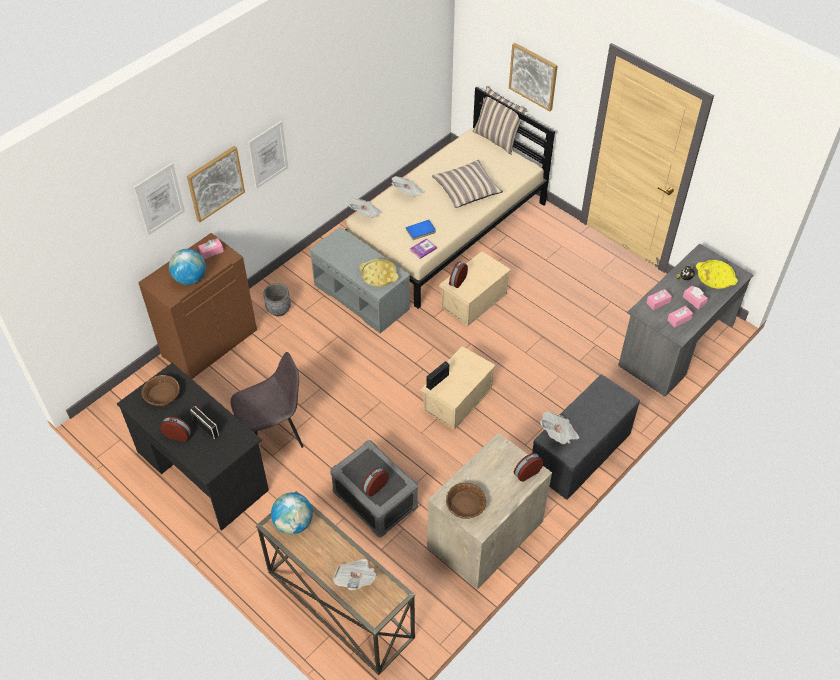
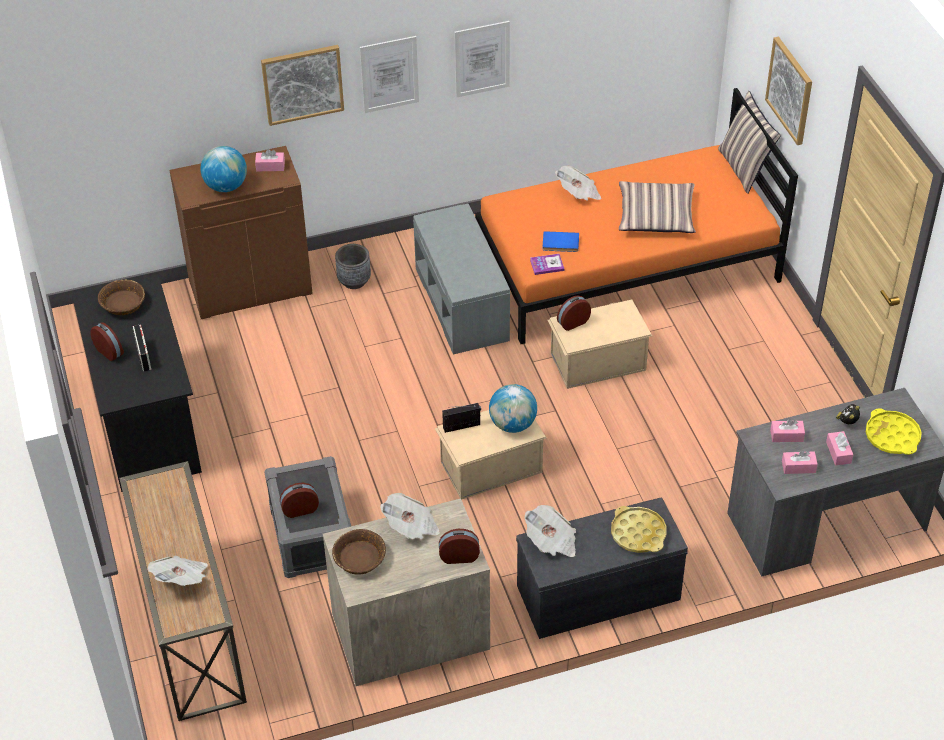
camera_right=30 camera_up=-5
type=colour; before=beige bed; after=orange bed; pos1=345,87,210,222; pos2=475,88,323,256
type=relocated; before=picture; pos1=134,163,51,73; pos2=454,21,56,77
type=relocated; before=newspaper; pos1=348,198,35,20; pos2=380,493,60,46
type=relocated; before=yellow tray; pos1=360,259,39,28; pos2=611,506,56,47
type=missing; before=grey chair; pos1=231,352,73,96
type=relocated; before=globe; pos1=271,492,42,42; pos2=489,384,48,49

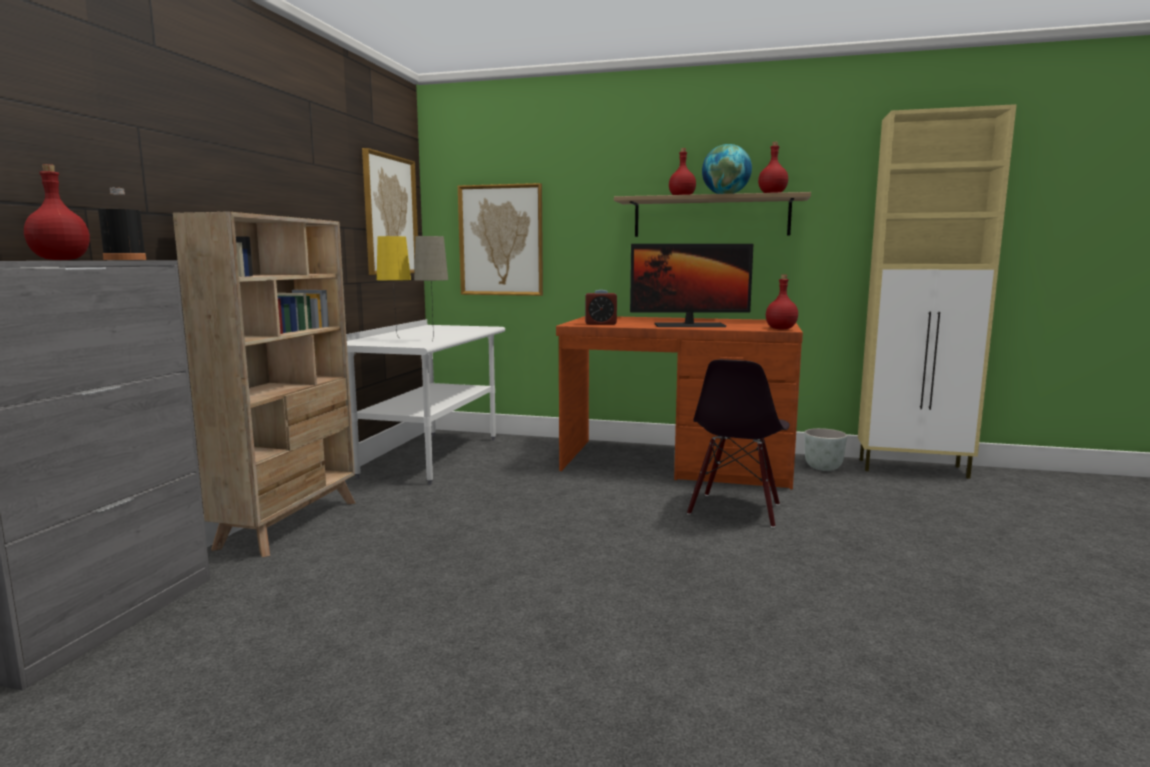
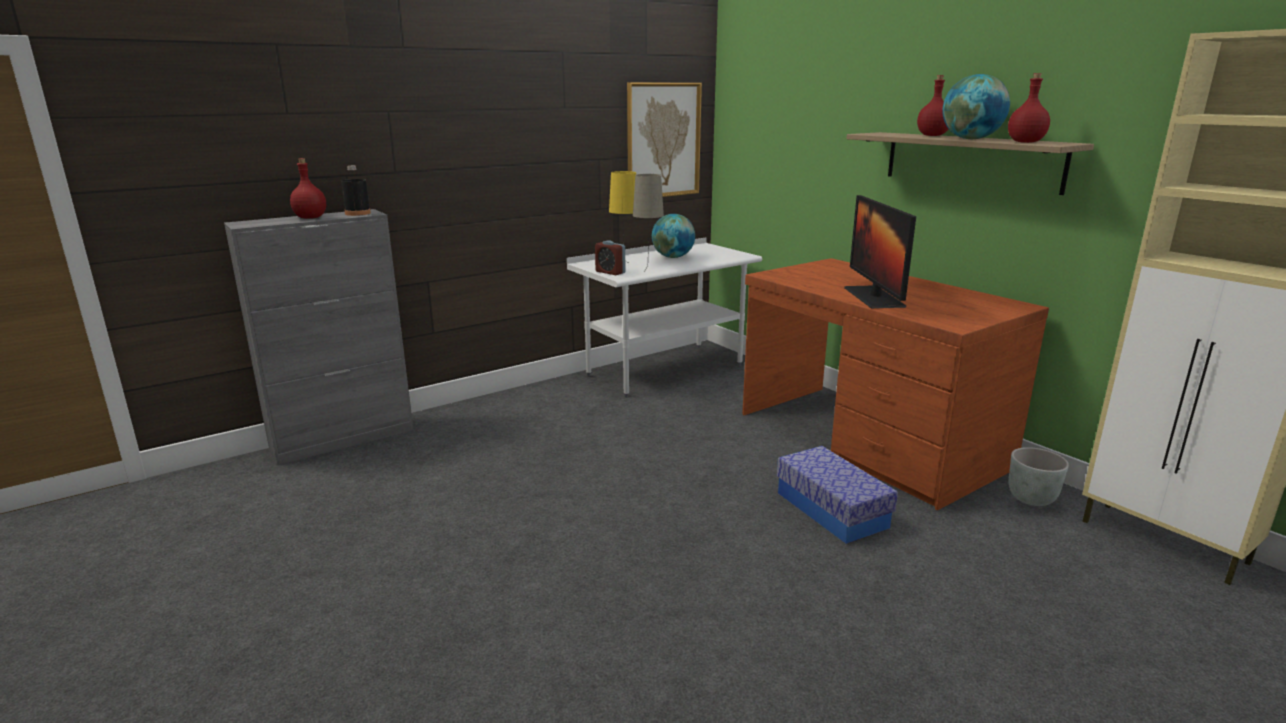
camera_right=40 camera_up=10
type=missing; before=picture; pos1=458,183,85,113
type=missing; before=beige bookcase; pos1=173,212,182,345
type=spun; before=monitor; pos1=630,244,123,83; pos2=844,195,72,113; turn=45
type=missing; before=red bottle; pos1=766,275,32,55
type=relocated; before=alarm clock; pos1=585,290,32,35; pos2=595,240,30,35
type=exchanged; before=black chair; after=storage box; pos1=687,359,103,169; pos2=777,446,121,98
type=appeared; after=globe; pos2=652,214,43,44

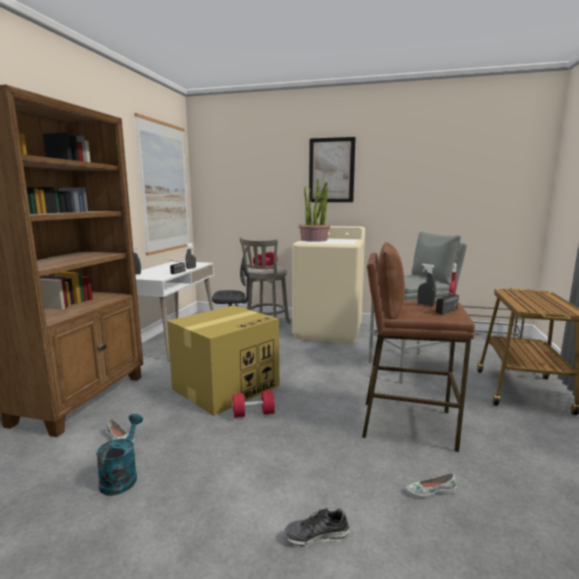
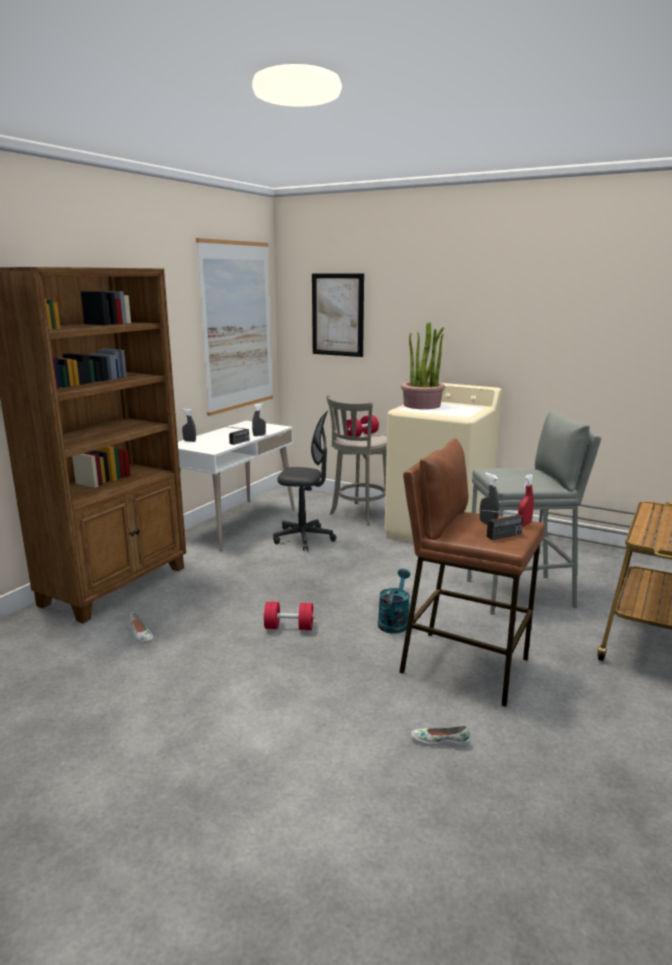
camera_right=15 camera_up=5
type=relocated; before=picture; pos1=309,137,47,65; pos2=312,273,52,84
type=missing; before=cardboard box; pos1=167,305,112,111
type=relocated; before=turquoise watering can; pos1=96,414,47,82; pos2=378,569,32,65
type=missing; before=shoe; pos1=284,508,66,39

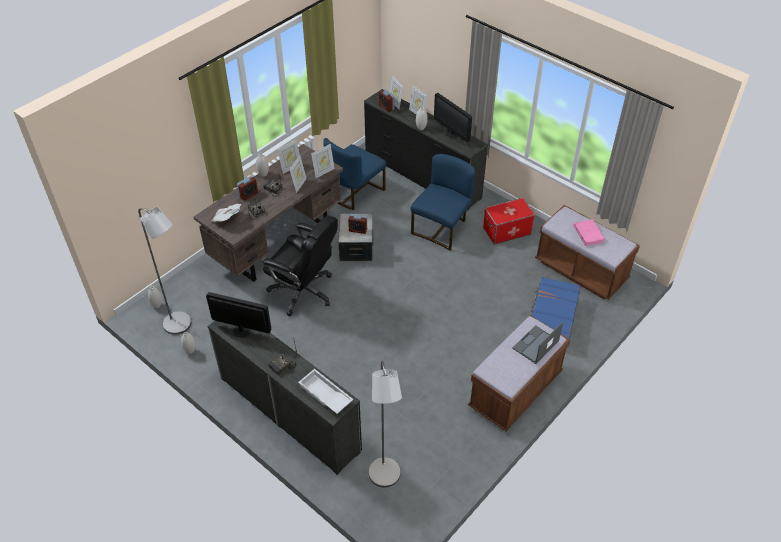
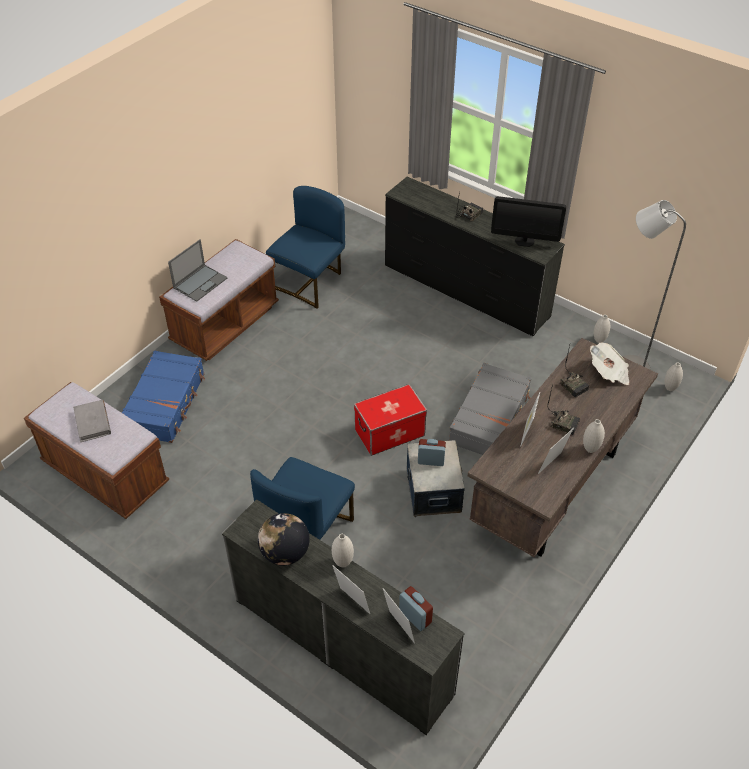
camera_right=175 camera_up=0
type=exchanged; before=monitor; after=globe; pos1=434,93,38,49; pos2=258,513,52,52
type=relocated; before=blue chair; pos1=324,138,62,72; pos2=266,186,79,122
type=missing; before=picture frame; pos1=311,144,24,34
type=missing; before=alarm clock; pos1=237,176,21,24
type=relocated; before=storage box; pos1=483,198,52,46; pos2=354,384,73,72
type=exchanged; before=black office chair; after=grey suitcase; pos1=263,215,75,101; pos2=449,363,82,92
type=colour; before=pink book; after=grey book; pos1=573,219,32,27; pos2=73,400,38,42
type=missing; before=grey floor lamp; pos1=368,361,34,126
type=missing; before=white tray; pos1=298,369,55,45

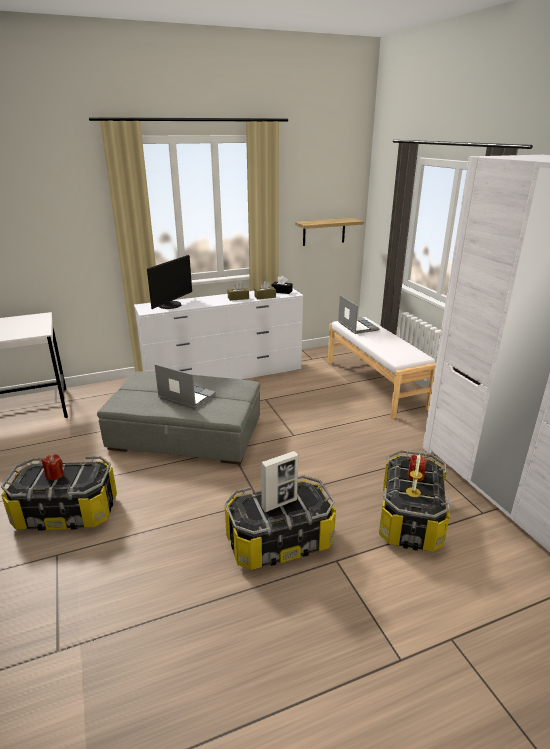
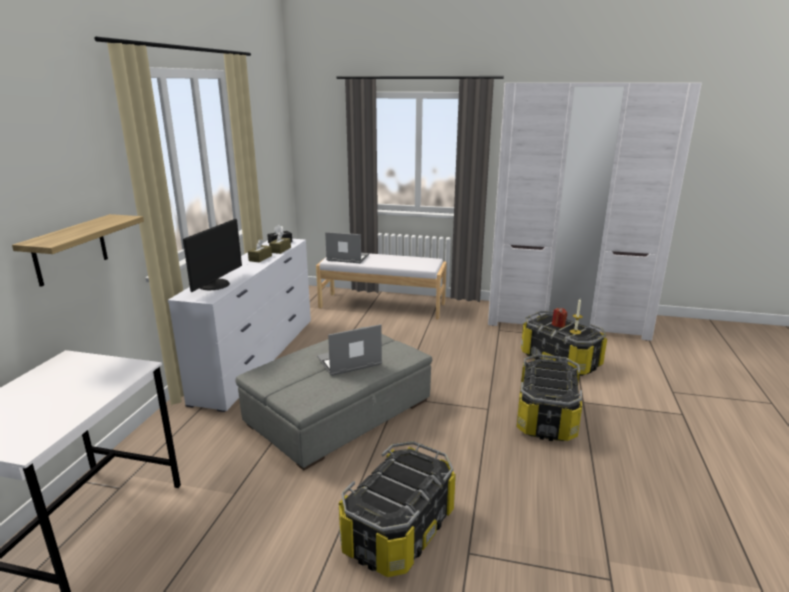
camera_right=-55 camera_up=-5
type=relocated; before=shelf; pos1=295,218,69,28; pos2=12,214,132,73
type=spun; before=monitor; pos1=147,255,45,54; pos2=183,219,59,73; turn=45
type=missing; before=picture frame; pos1=261,451,37,61
type=missing; before=red candle; pos1=42,454,22,26

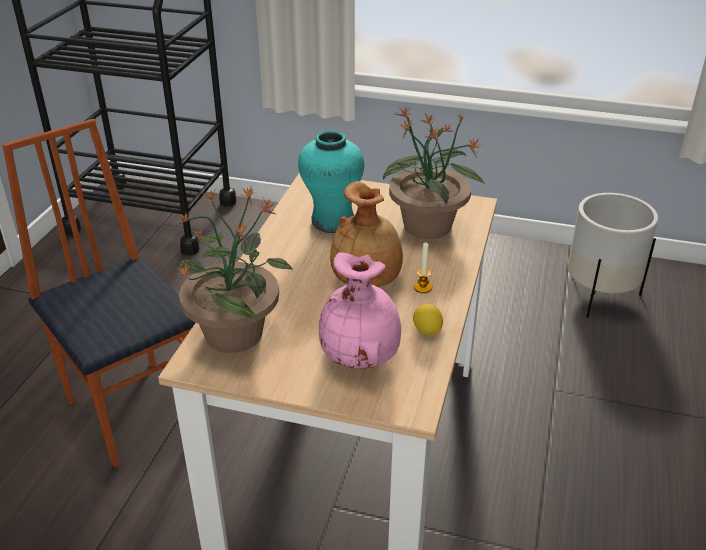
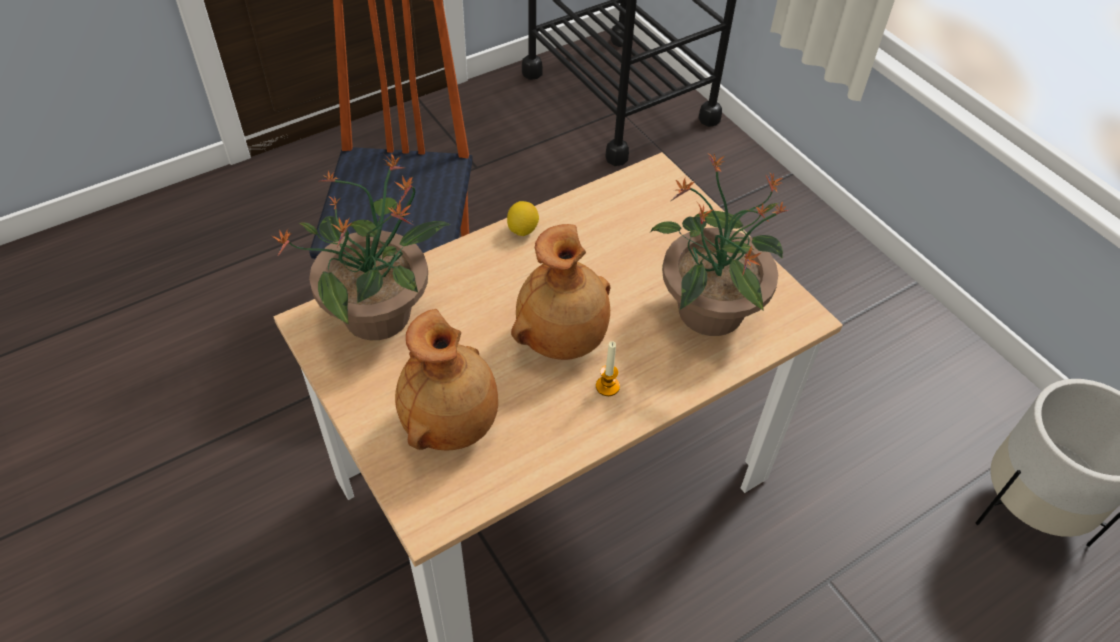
camera_right=40 camera_up=15
type=missing; before=turquoise vase; pos1=298,131,66,102
type=colour; before=pink vase; after=brown vase; pos1=319,252,82,117; pos2=395,309,103,141
type=relocated; before=lemon; pos1=413,304,30,32; pos2=507,201,32,35

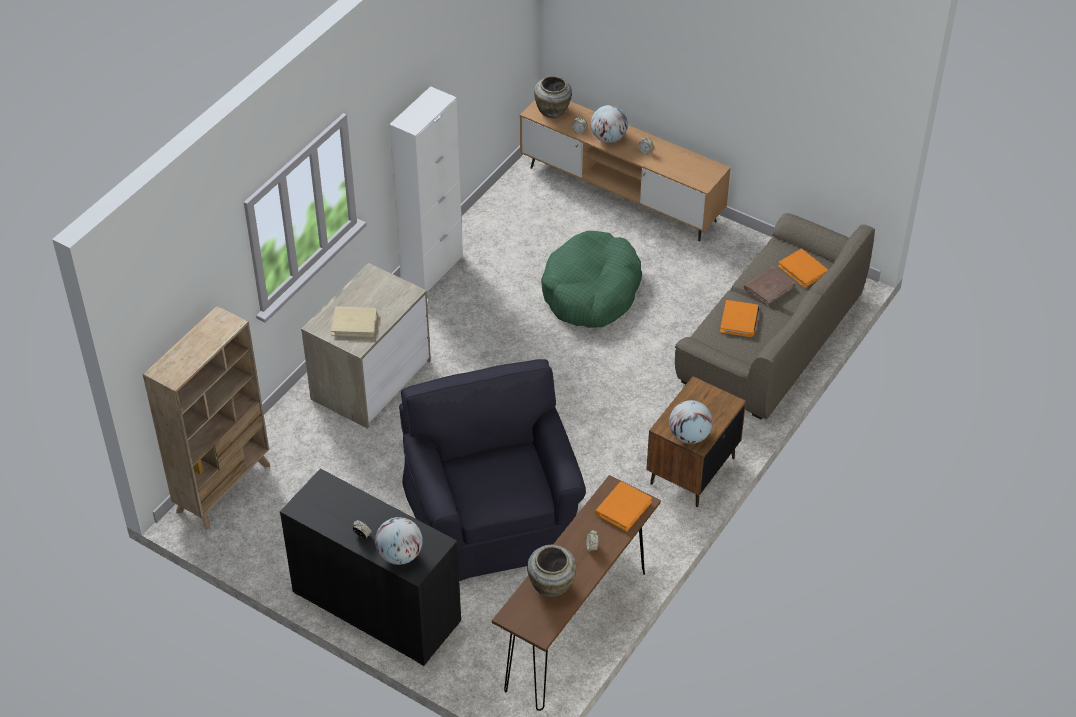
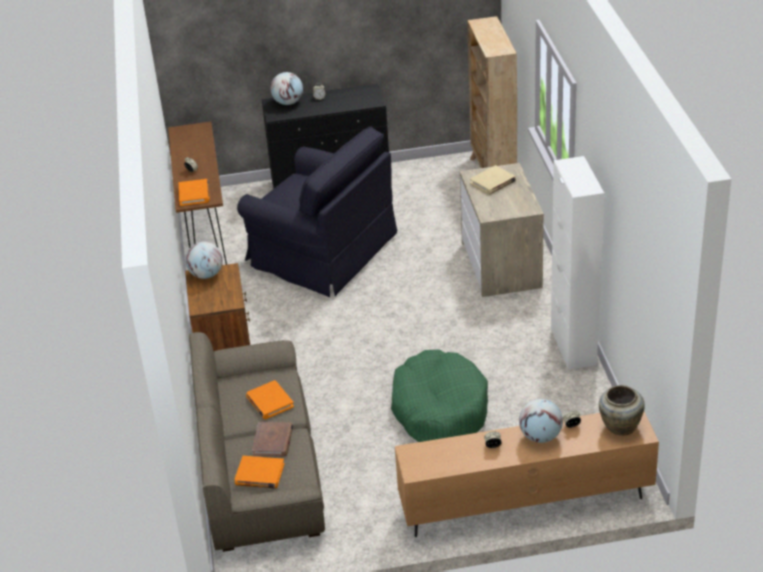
camera_right=140 camera_up=-10
type=missing; before=beige vase; pos1=527,545,49,52

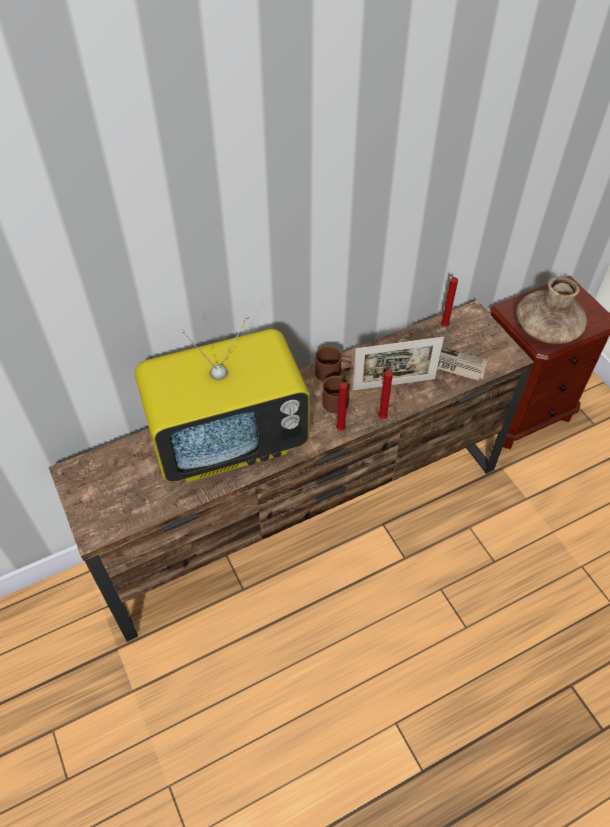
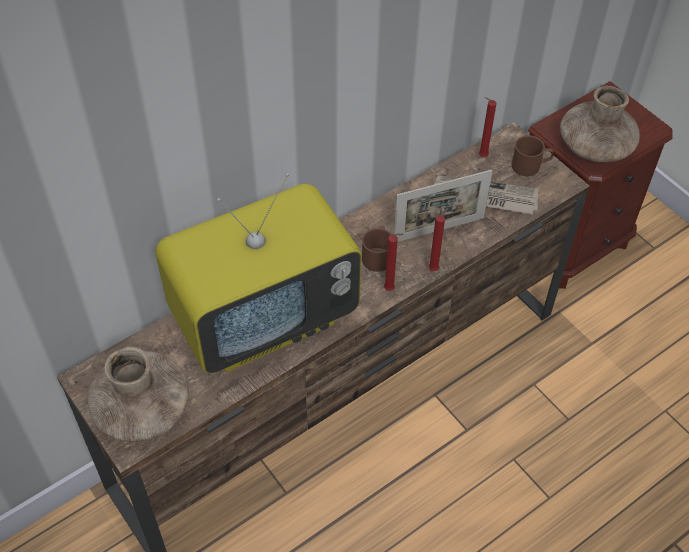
camera_right=-10 camera_up=0
type=relocated; before=brown mug; pos1=315,346,36,36; pos2=512,135,42,41
type=appeared; after=brown vase; pos2=88,347,101,95

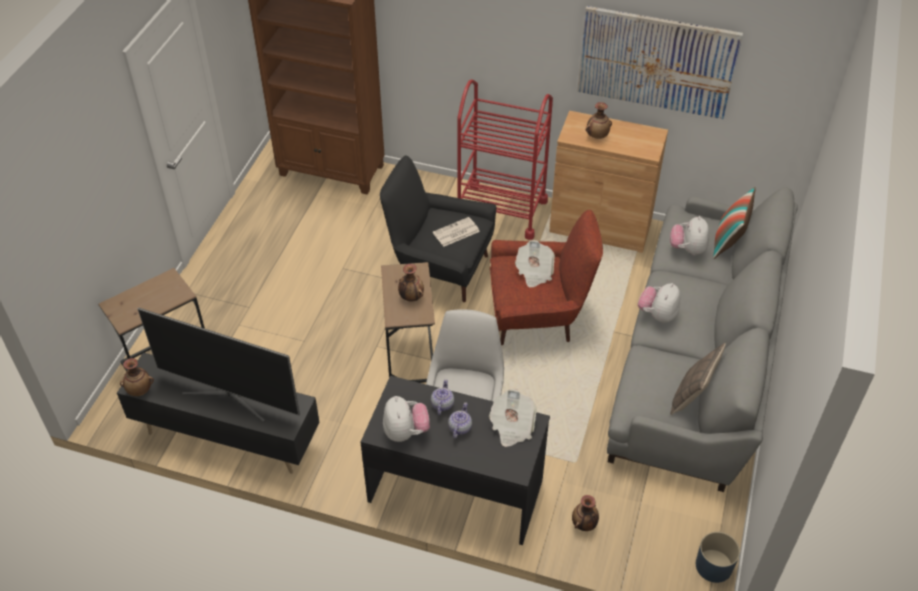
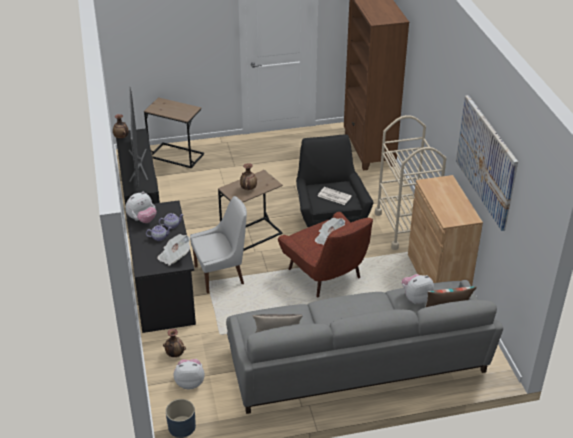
camera_right=60 camera_up=-10
type=colour; before=red cart; after=beige cart; pos1=457,79,96,161; pos2=375,115,71,135
type=missing; before=vase; pos1=586,102,26,37
type=relocated; before=plush toy; pos1=638,283,43,40; pos2=174,359,31,31

